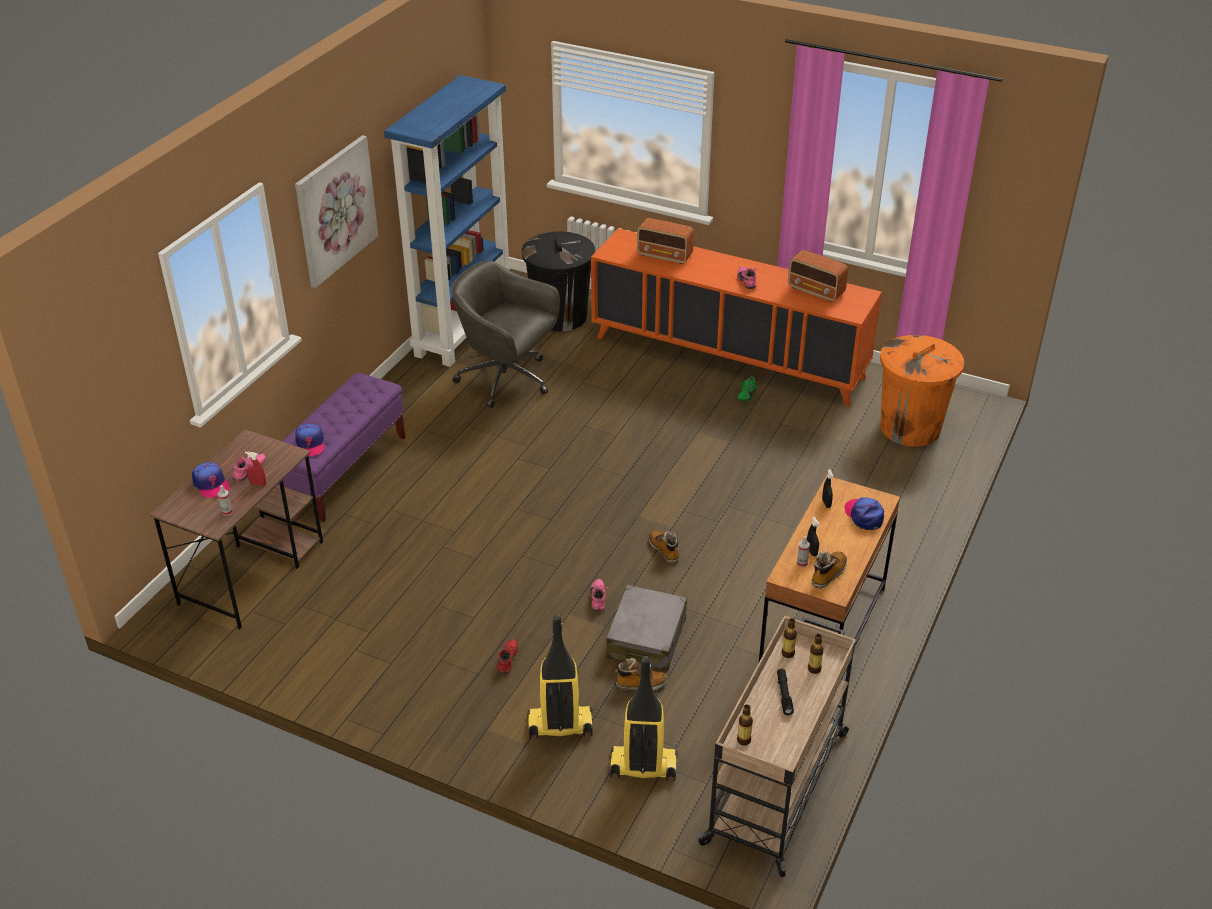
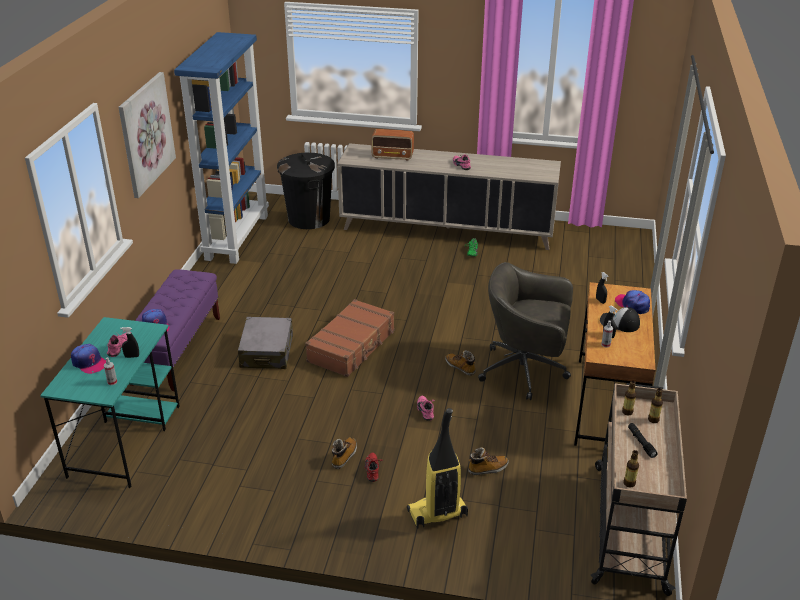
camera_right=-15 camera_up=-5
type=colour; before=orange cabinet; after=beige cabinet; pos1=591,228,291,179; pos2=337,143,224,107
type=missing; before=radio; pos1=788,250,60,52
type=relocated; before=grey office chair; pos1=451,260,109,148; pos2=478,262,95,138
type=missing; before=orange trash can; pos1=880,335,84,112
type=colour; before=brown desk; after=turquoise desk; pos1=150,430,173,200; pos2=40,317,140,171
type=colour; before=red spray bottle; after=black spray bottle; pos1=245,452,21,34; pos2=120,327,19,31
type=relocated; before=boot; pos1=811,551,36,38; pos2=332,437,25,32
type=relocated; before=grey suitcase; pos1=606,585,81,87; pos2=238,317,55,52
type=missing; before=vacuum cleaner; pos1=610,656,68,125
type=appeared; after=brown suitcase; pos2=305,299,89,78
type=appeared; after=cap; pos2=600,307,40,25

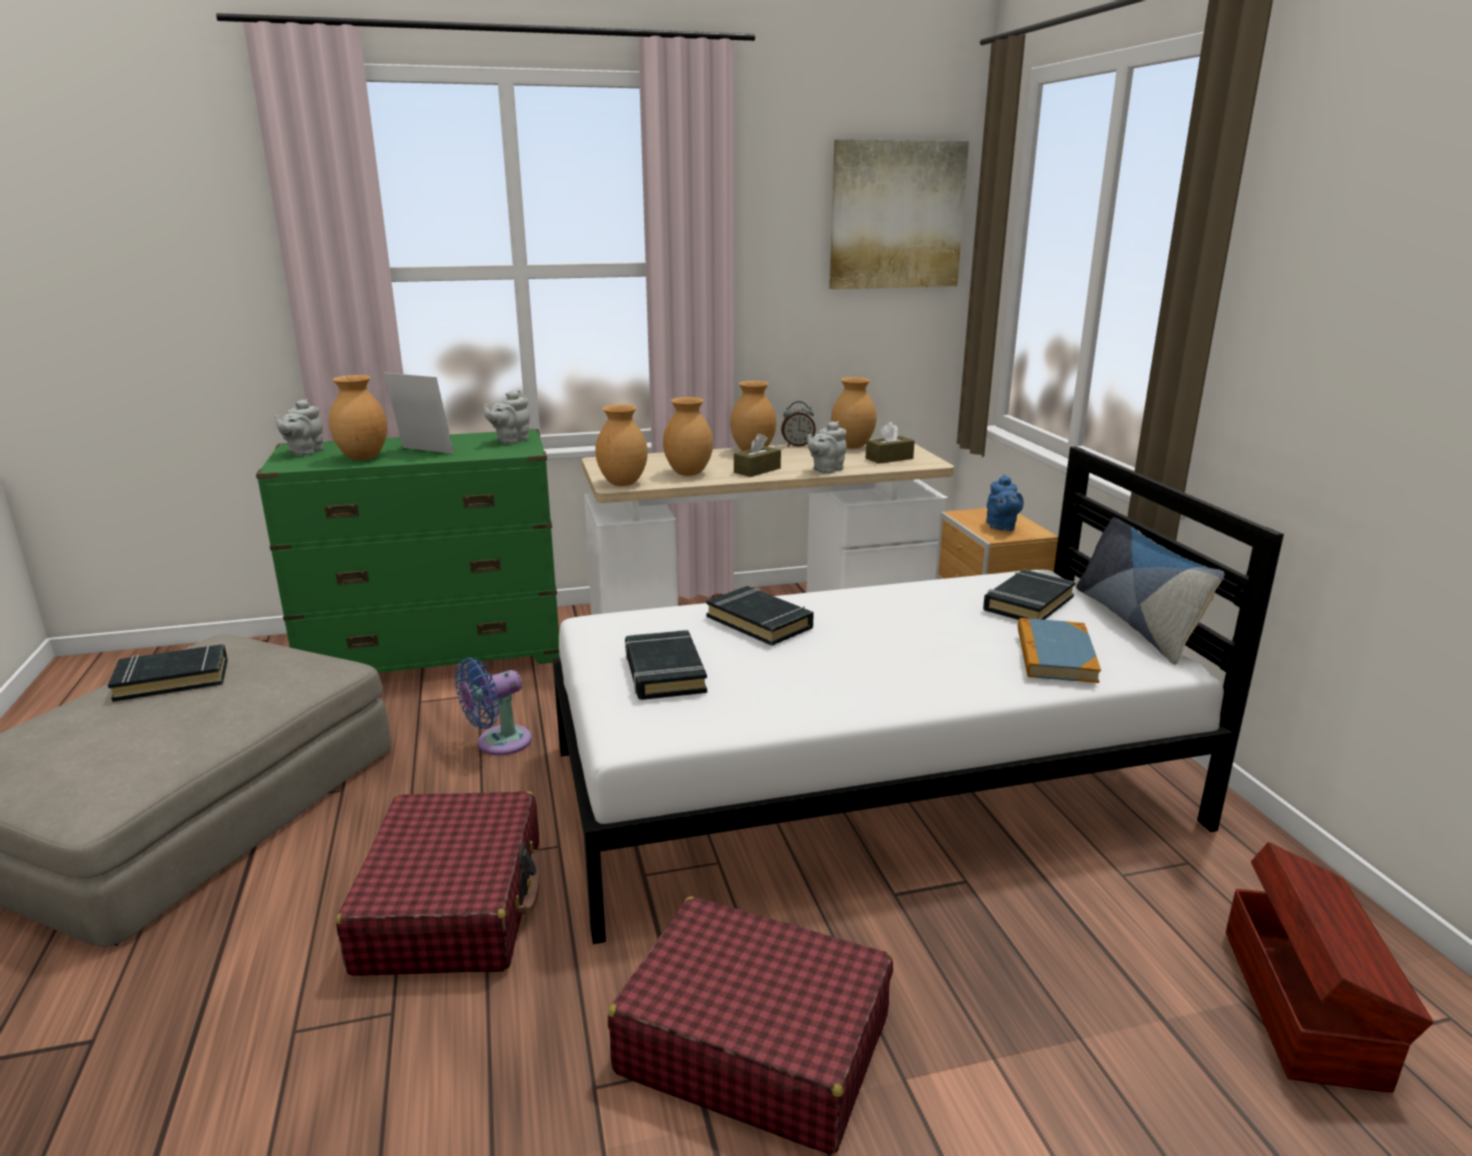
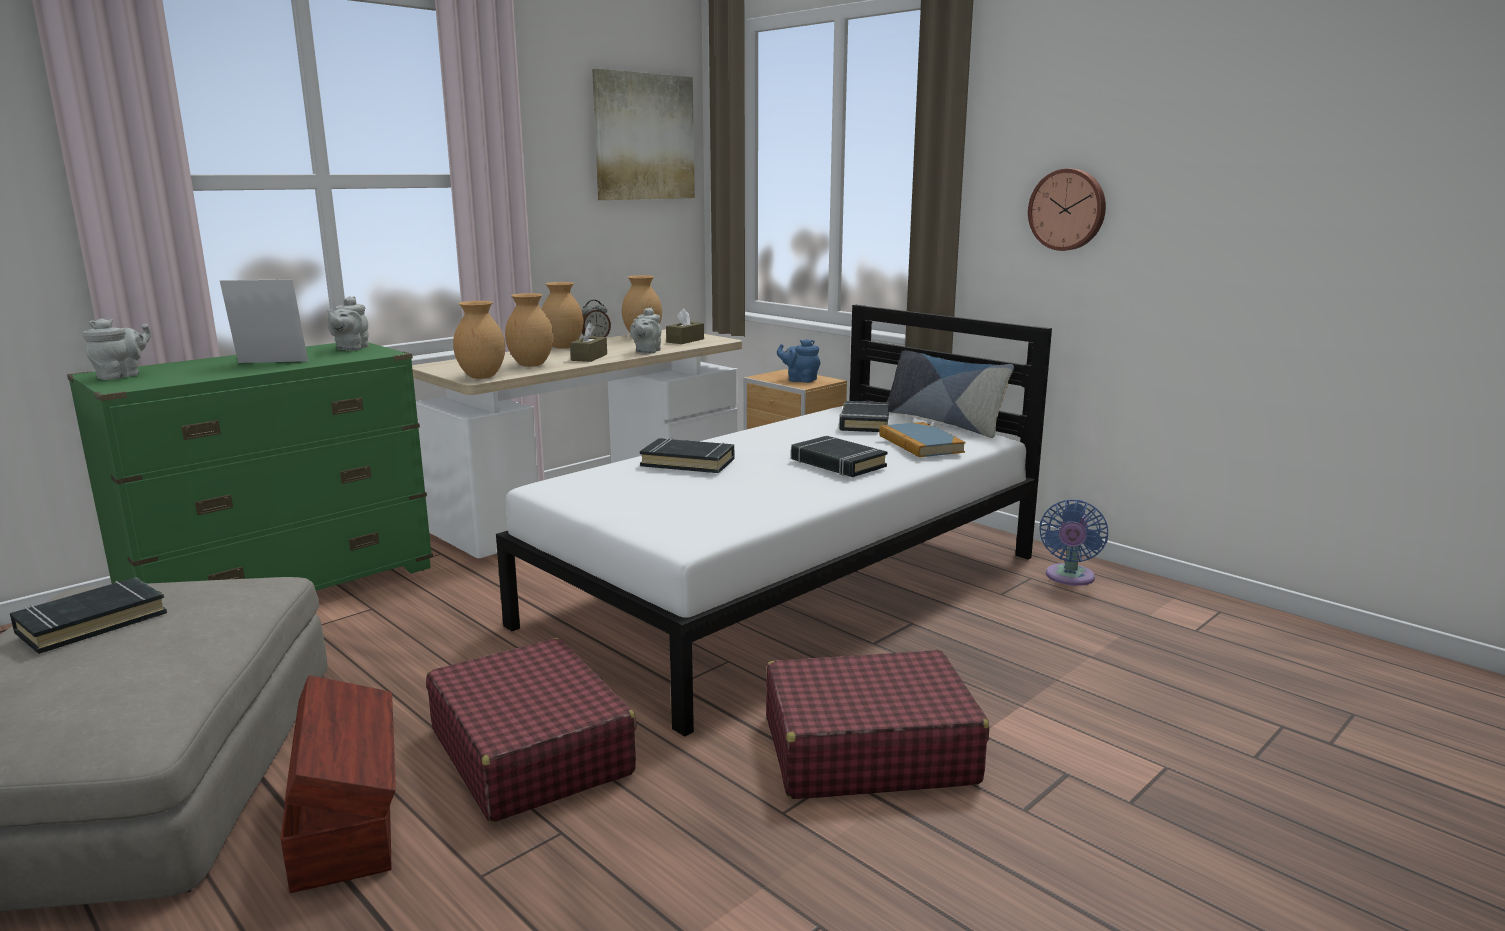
camera_right=-30 camera_up=-5
type=missing; before=brown vase; pos1=329,375,58,85
type=spun; before=grey teapot; pos1=275,399,49,57; pos2=83,318,68,62; turn=-135
type=spun; before=blue teapot; pos1=986,474,38,57; pos2=777,339,43,44; turn=135
type=relocated; before=black book; pos1=625,630,82,70; pos2=791,436,96,41
type=relocated; before=blue fan; pos1=455,658,77,98; pos2=1039,500,69,86
type=relocated; before=brown storage box; pos1=1226,842,208,251; pos2=280,675,116,218
type=appeared; after=wall clock; pos2=1028,169,78,82

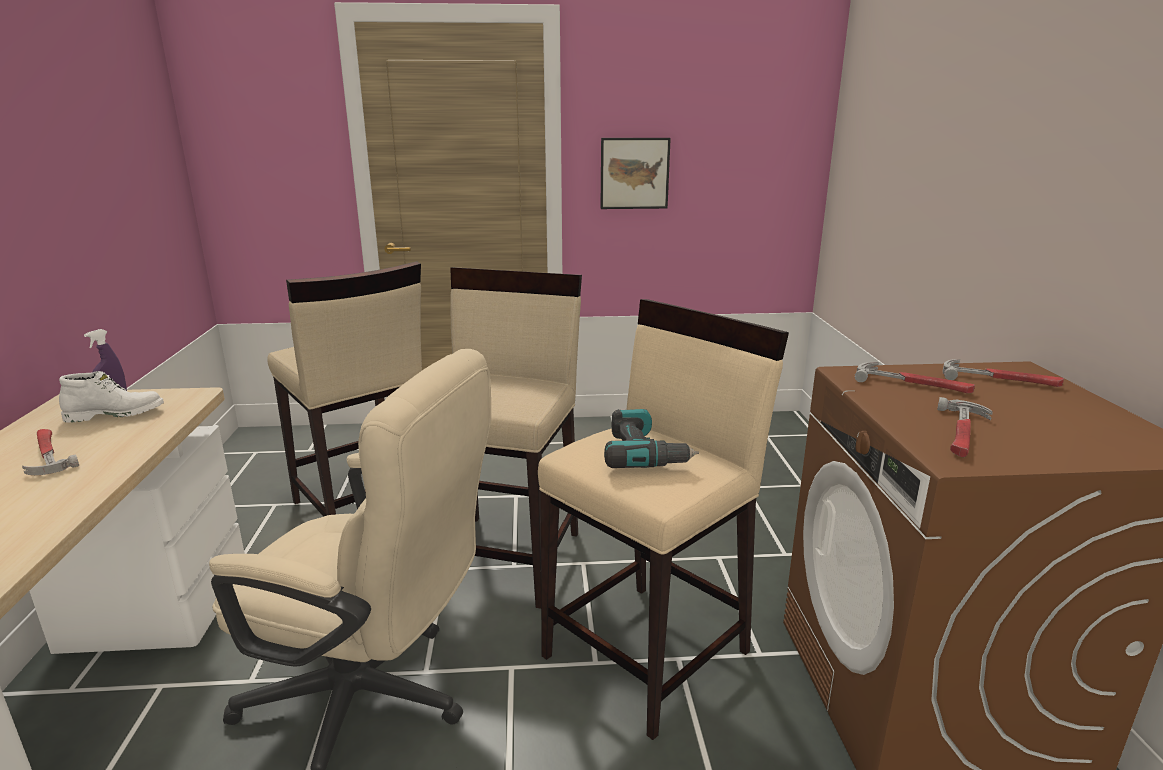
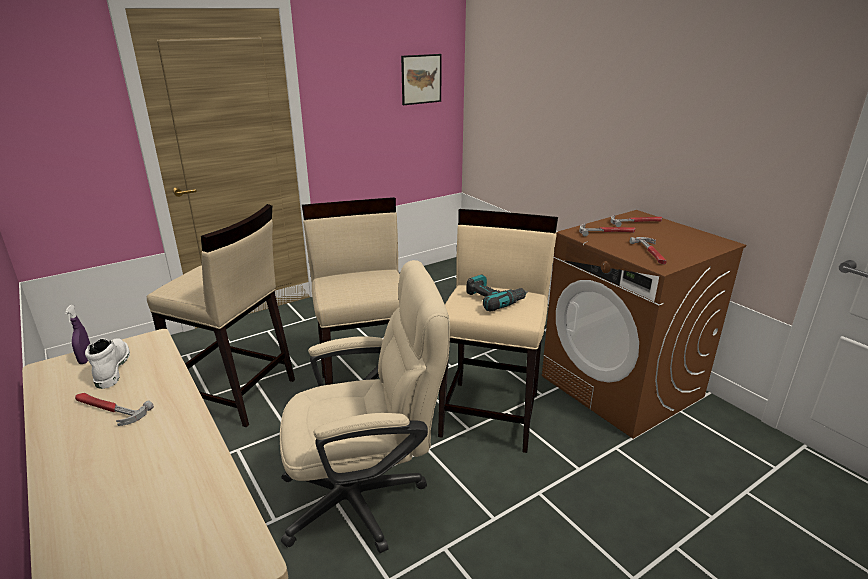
camera_right=-30 camera_up=5
type=relocated; before=picture; pos1=600,138,71,71; pos2=401,54,41,51
type=spun; before=white boot; pos1=59,371,105,52; pos2=85,338,45,51; turn=-60

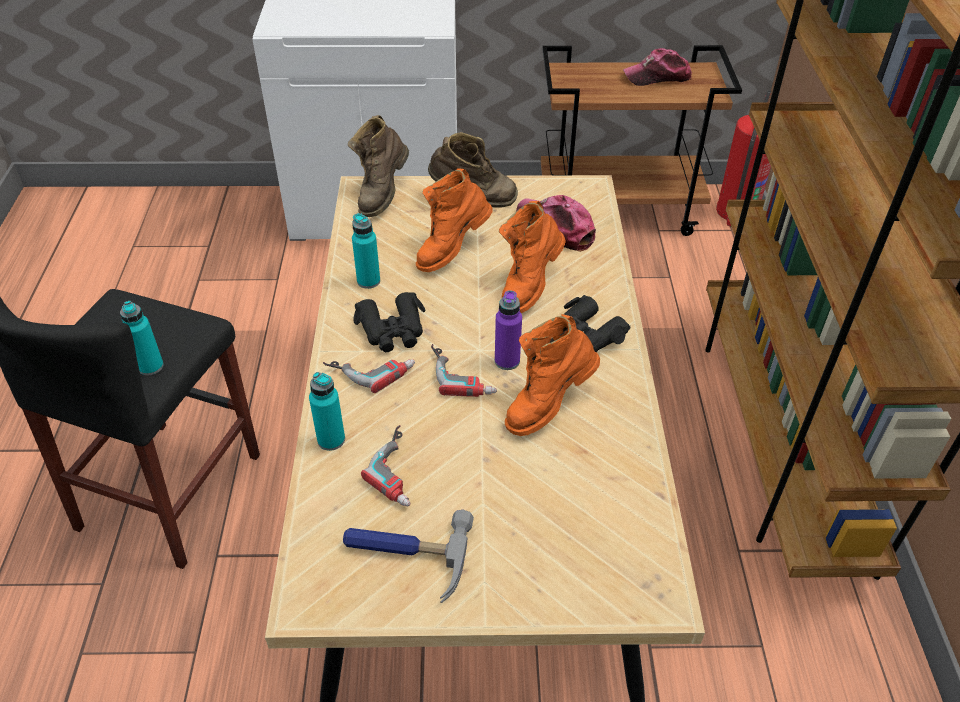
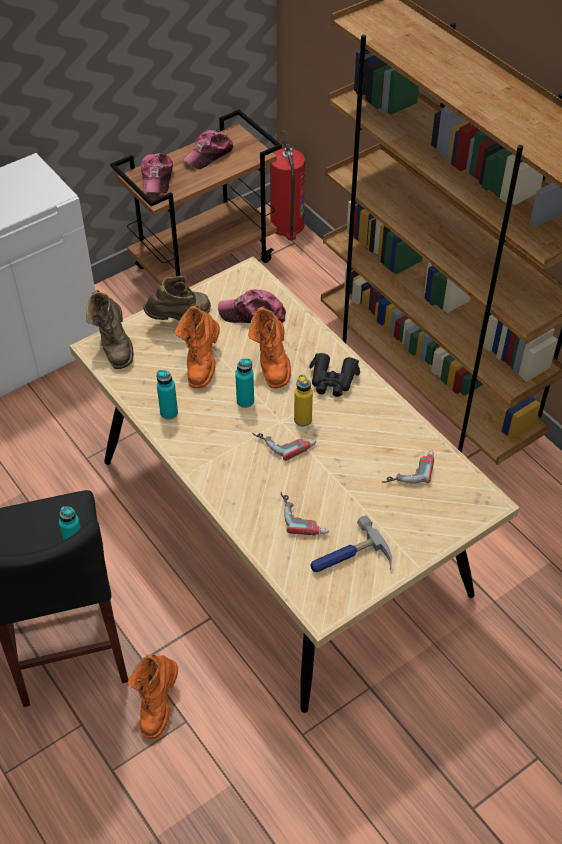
camera_right=-35 camera_up=5
type=colour; before=purple bottle; after=yellow bottle; pos1=495,290,27,80; pos2=294,374,19,52
type=missing; before=black binoculars; pos1=353,292,73,60
type=relocated; before=orange boot; pos1=505,314,95,122; pos2=128,654,50,85
type=relocated; before=power drill; pos1=323,359,92,34; pos2=382,450,52,33
type=relocated; before=turquoise bottle; pos1=309,372,36,79; pos2=235,358,19,50
type=appeared; after=cap; pos2=141,153,32,41

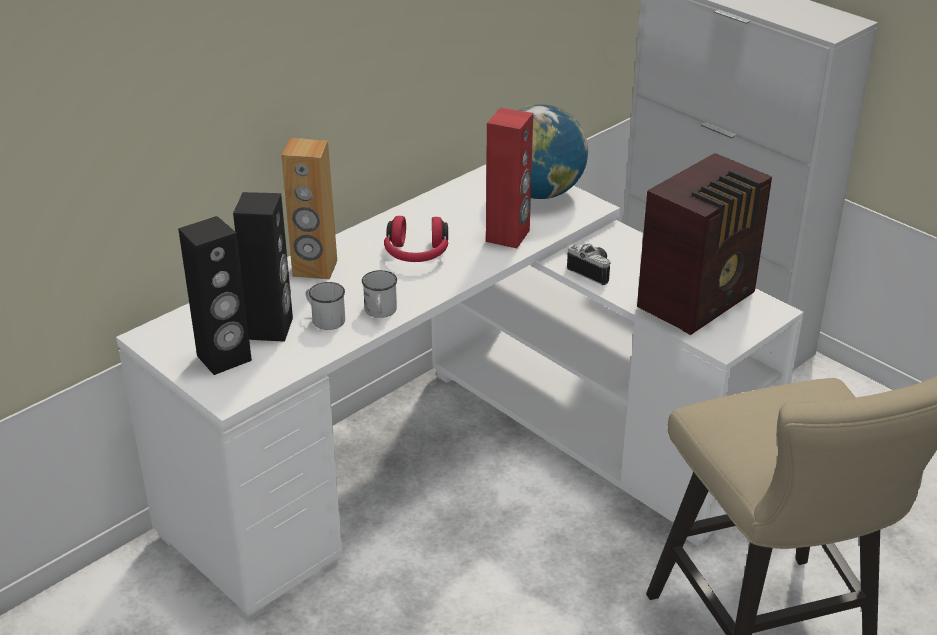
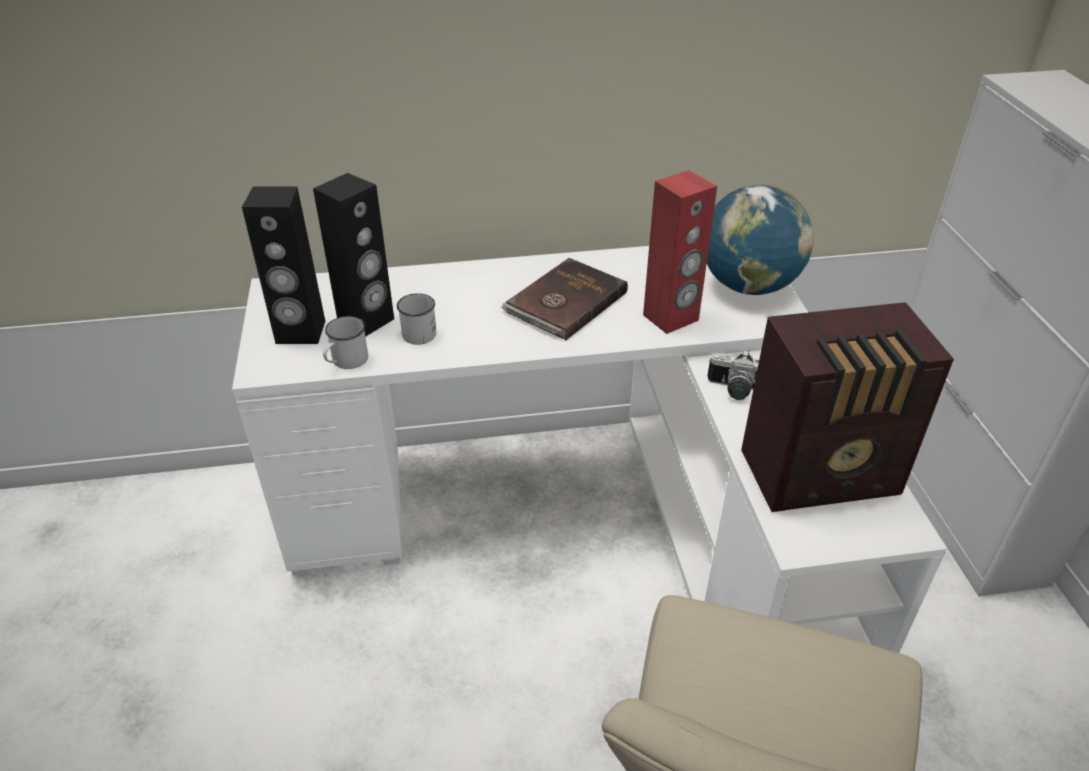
camera_right=35 camera_up=5
type=missing; before=brown speaker; pos1=281,138,56,142
type=exchanged; before=red headphones; after=brown book; pos1=384,216,64,46; pos2=501,258,127,82
type=spun; before=photo camera; pos1=567,244,44,41; pos2=707,350,52,50; turn=120
type=relocated; before=white mug; pos1=362,270,35,48; pos2=323,316,45,53

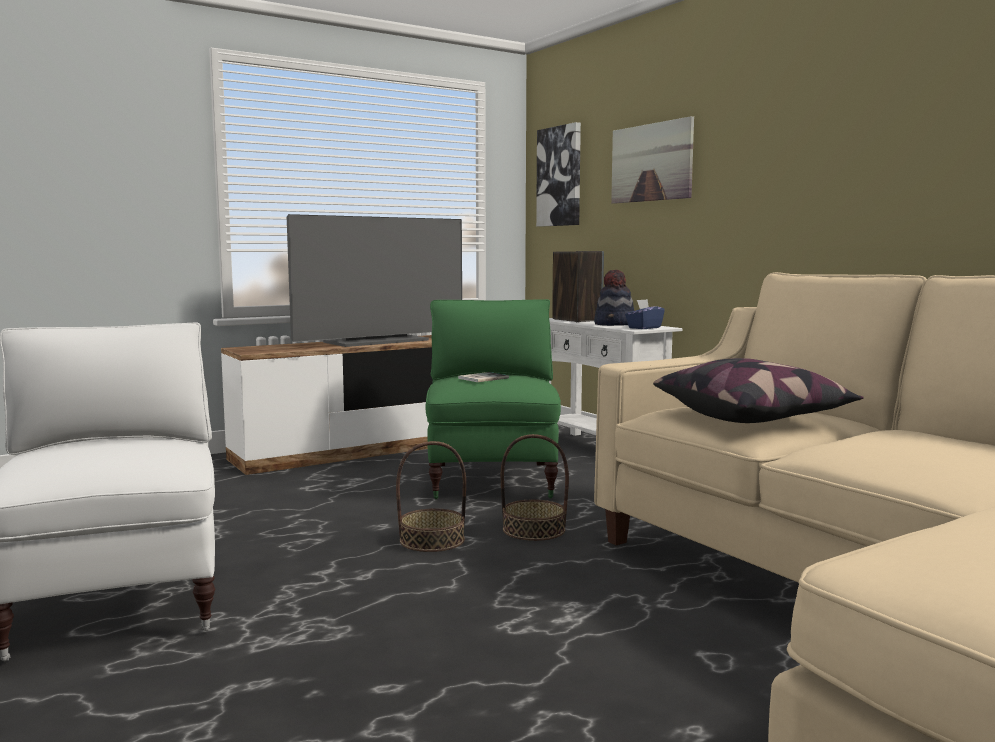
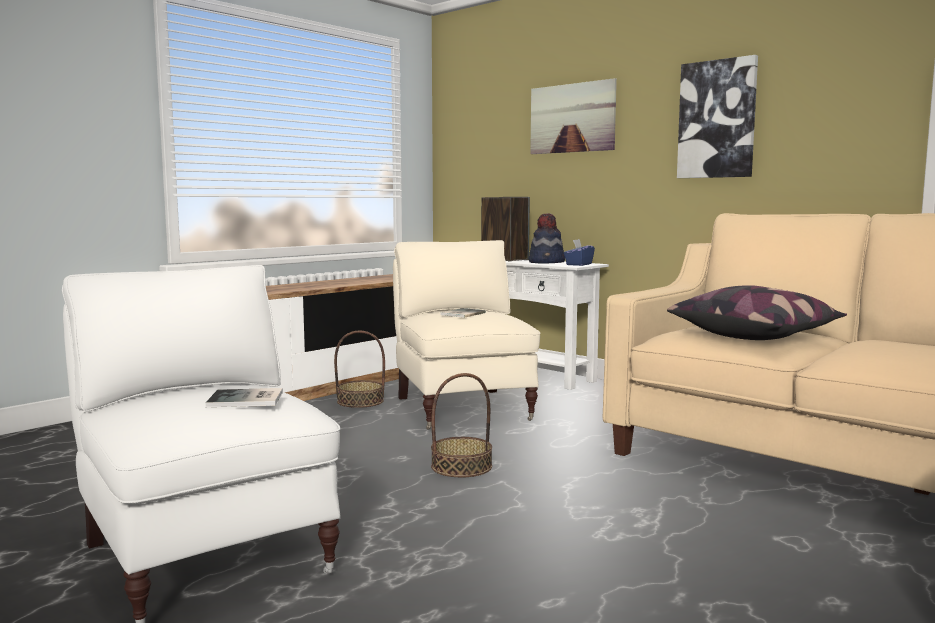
camera_right=-15 camera_up=0
type=relocated; before=picture; pos1=536,122,45,105; pos2=677,55,81,123
type=missing; before=television; pos1=287,214,175,133
type=colour; before=green armchair; after=beige armchair; pos1=425,299,136,200; pos2=393,240,148,190
type=relocated; before=basket; pos1=501,434,68,107; pos2=334,331,51,77
type=appeared; after=book; pos2=206,388,77,19

